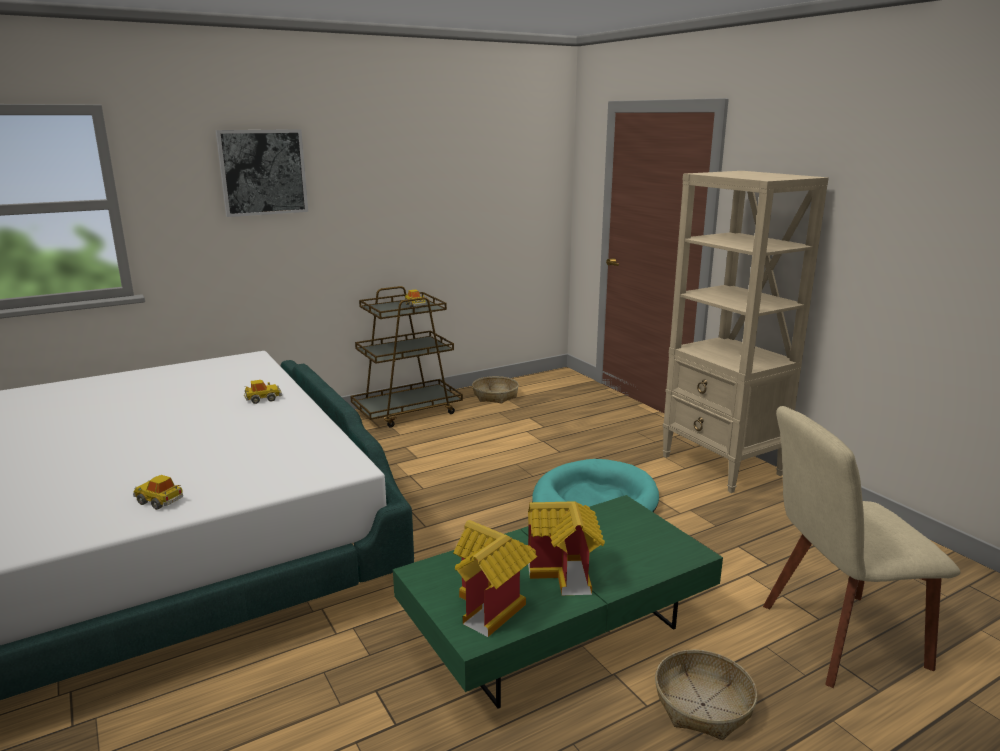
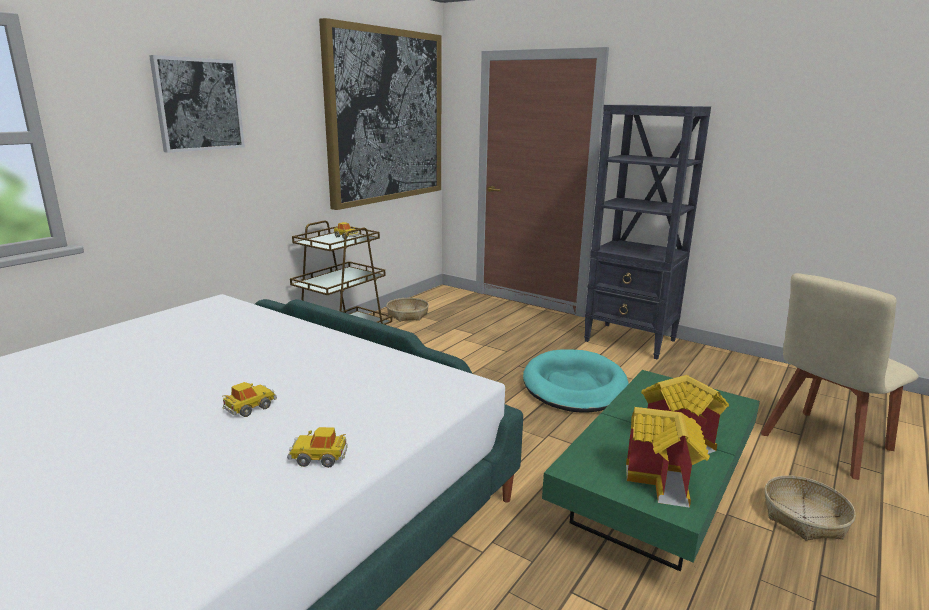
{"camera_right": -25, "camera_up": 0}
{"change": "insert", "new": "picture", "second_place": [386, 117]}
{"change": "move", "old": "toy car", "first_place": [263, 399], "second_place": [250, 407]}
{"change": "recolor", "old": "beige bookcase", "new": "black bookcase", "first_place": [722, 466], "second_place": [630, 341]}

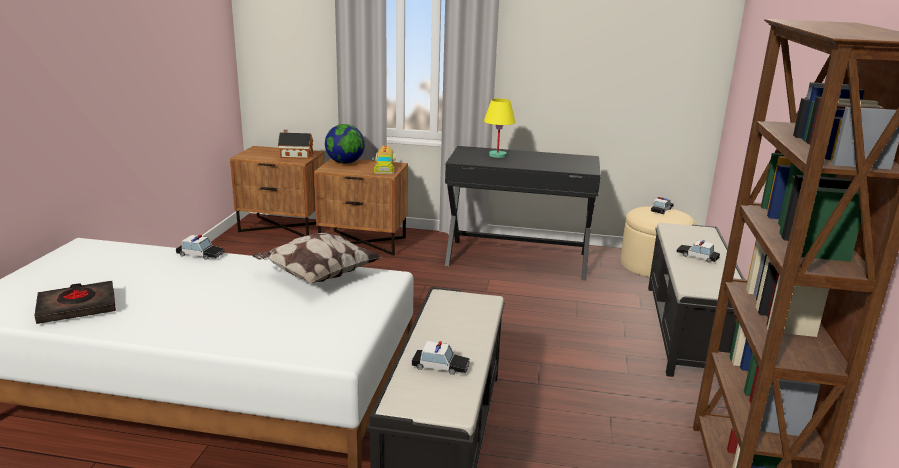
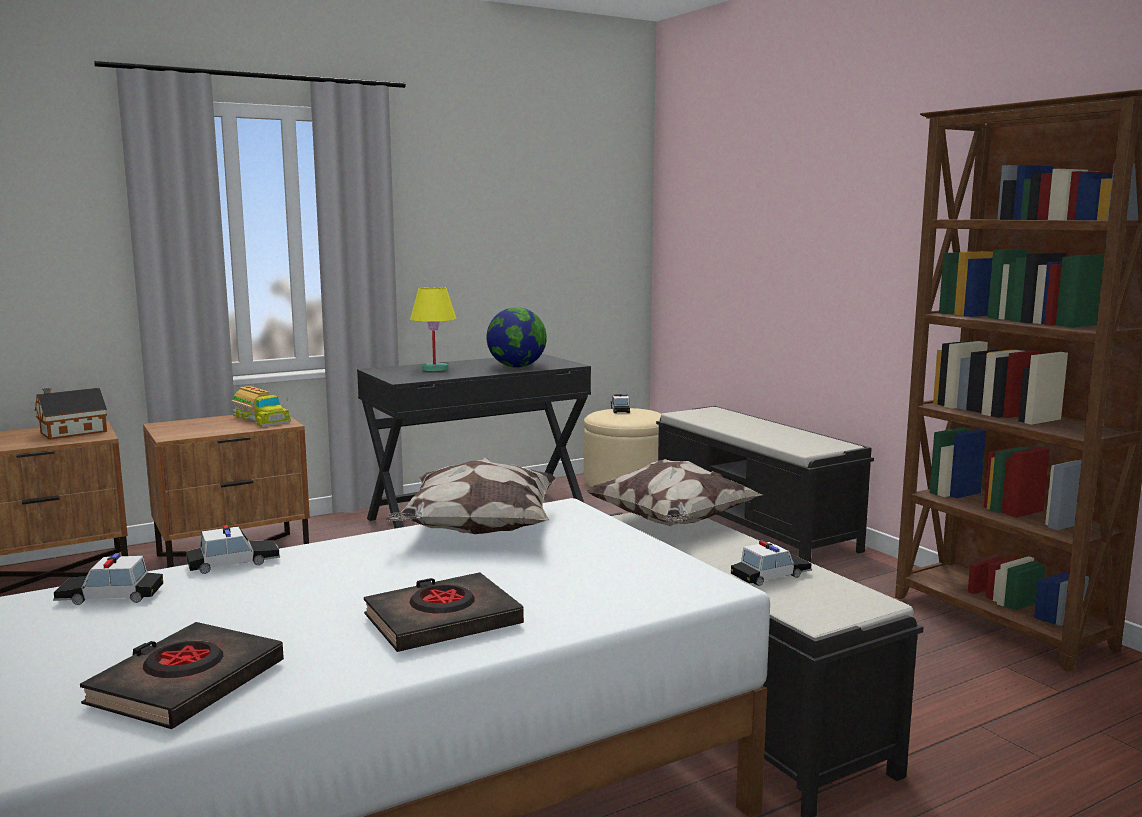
{"camera_right": -40, "camera_up": -10}
{"change": "insert", "new": "black book", "second_place": [442, 621]}
{"change": "insert", "new": "pillow", "second_place": [672, 523]}
{"change": "move", "old": "globe", "first_place": [345, 163], "second_place": [516, 367]}
{"change": "move", "old": "toy car", "first_place": [697, 256], "second_place": [109, 596]}

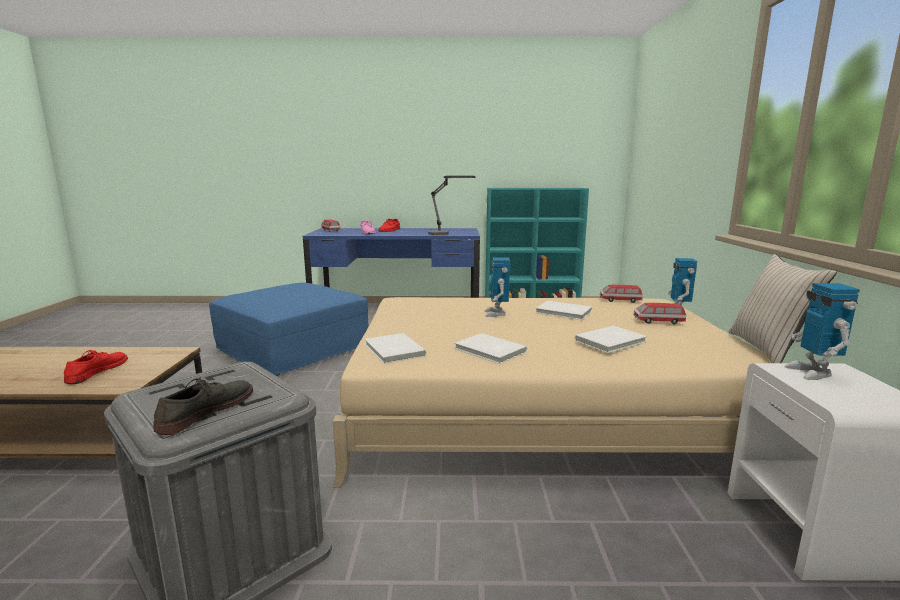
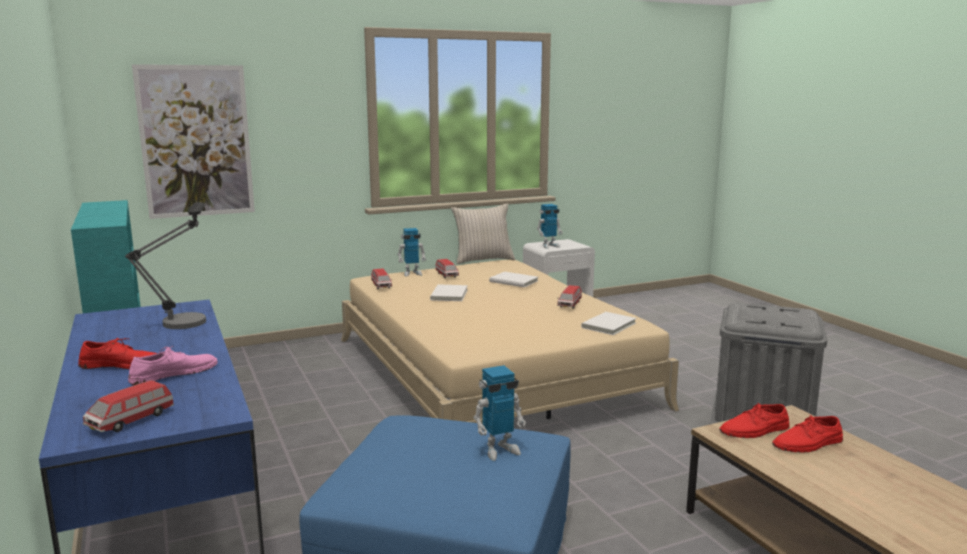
{"camera_right": -115, "camera_up": 0}
{"change": "delete", "old": "grey shoe", "first_place": [206, 410]}
{"change": "insert", "new": "picture", "second_place": [196, 141]}
{"change": "insert", "new": "red shoe", "second_place": [755, 430]}
{"change": "move", "old": "toy robot", "first_place": [496, 314], "second_place": [499, 450]}
{"change": "replace", "old": "white book", "new": "toy car", "first_place": [489, 351], "second_place": [569, 304]}

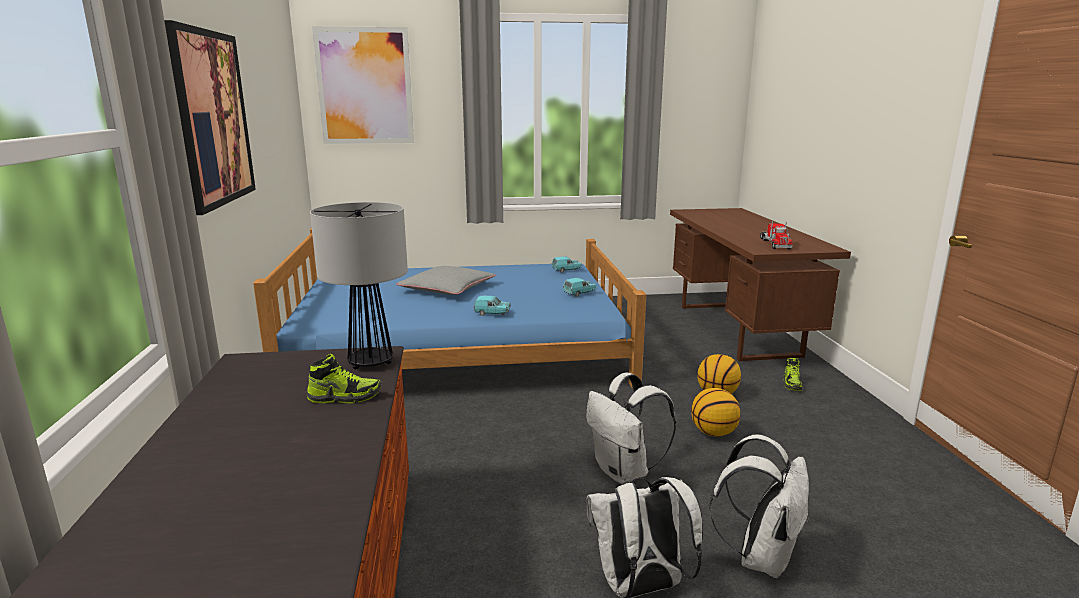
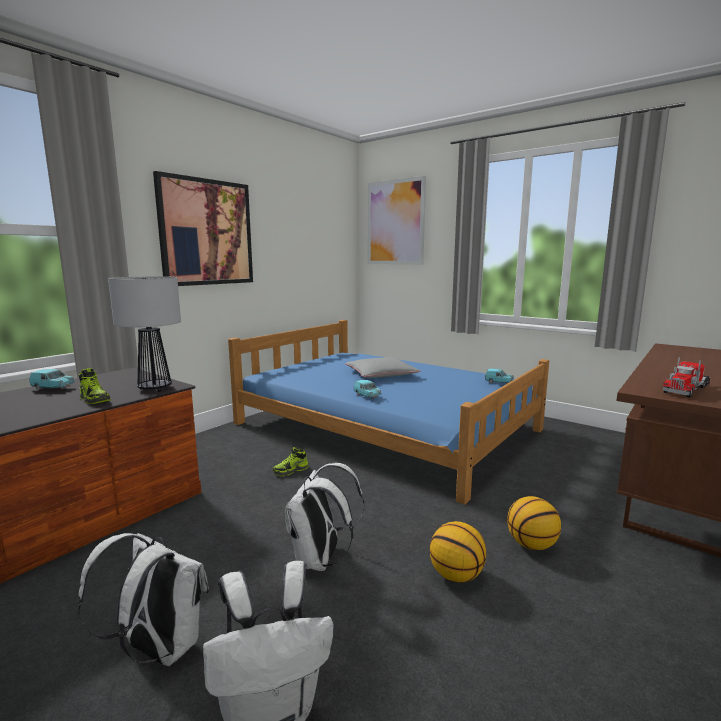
{"camera_right": 45, "camera_up": -5}
{"change": "move", "old": "turquoise toy car", "first_place": [579, 293], "second_place": [53, 388]}
{"change": "move", "old": "shoe", "first_place": [792, 384], "second_place": [291, 471]}

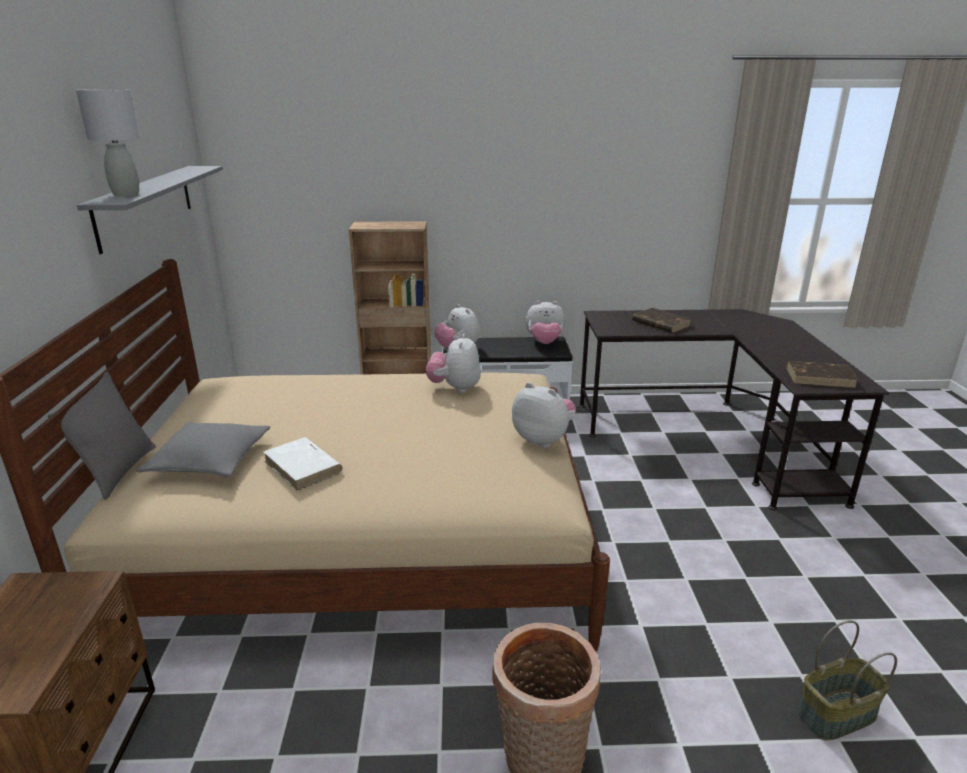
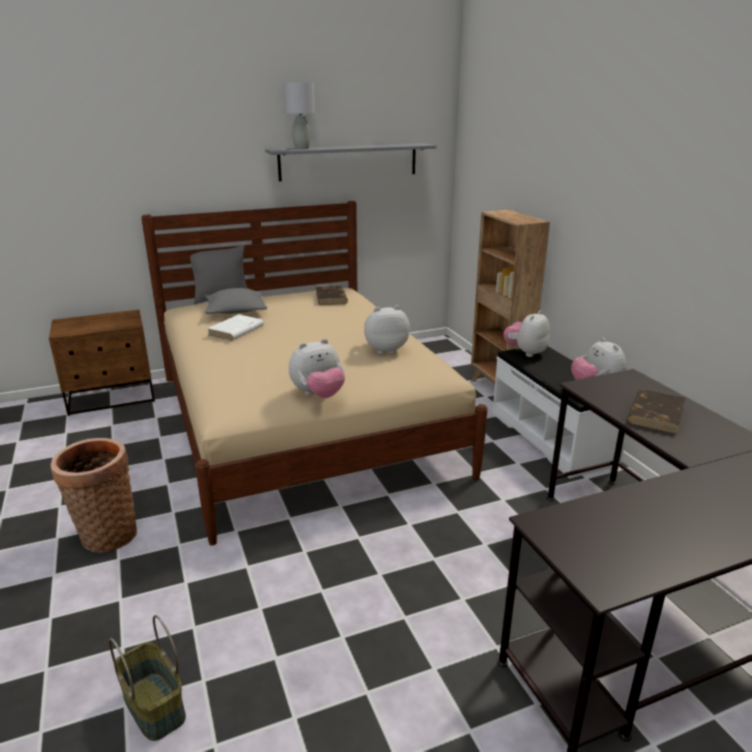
{"camera_right": 70, "camera_up": 0}
{"change": "move", "old": "brown book", "first_place": [820, 377], "second_place": [331, 298]}
{"change": "rotate", "old": "plush toy", "first_place": [543, 439], "second_place": [318, 395], "degrees": 45}

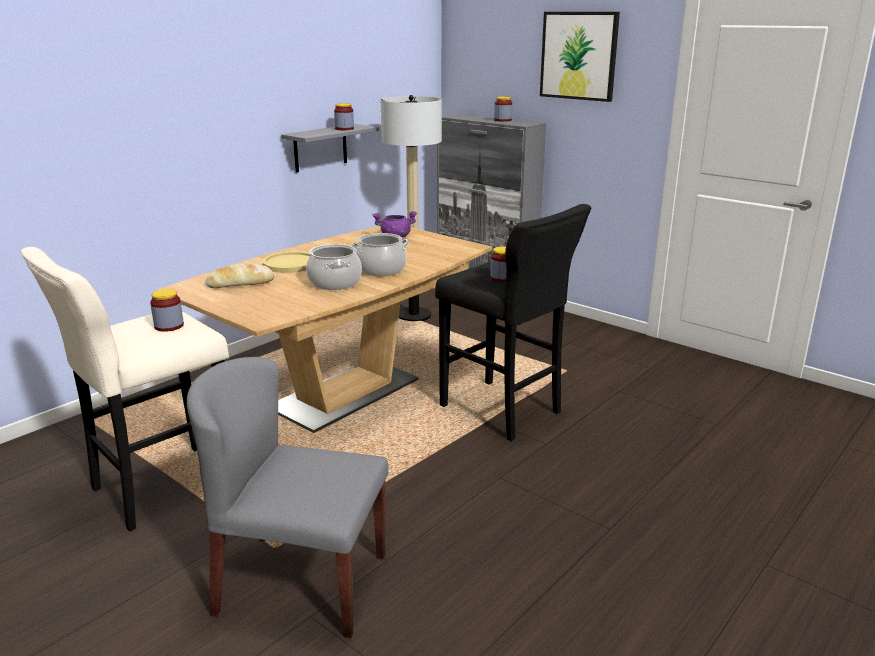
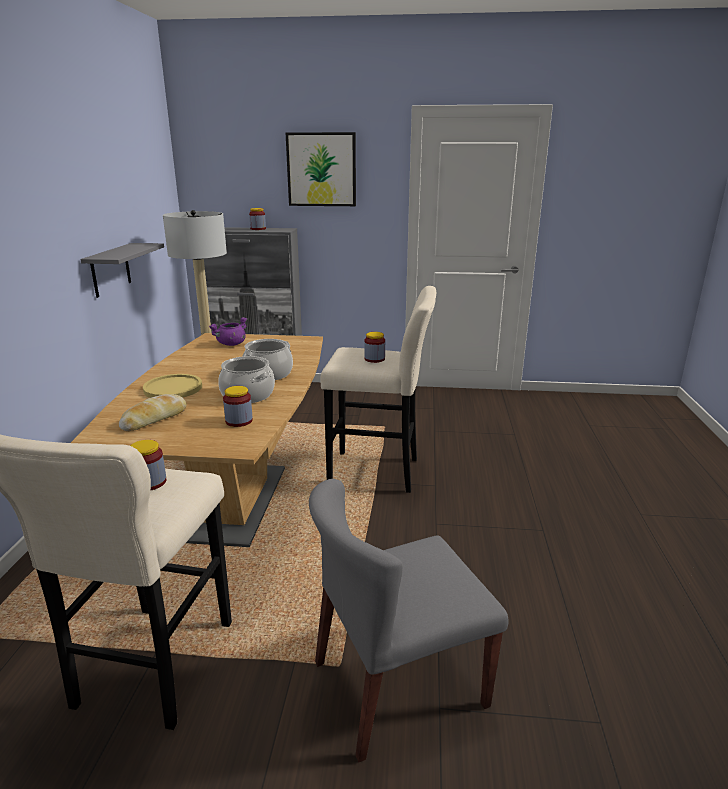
{"camera_right": -35, "camera_up": 0}
{"change": "move", "old": "jar", "first_place": [344, 129], "second_place": [239, 421]}
{"change": "recolor", "old": "black stool", "new": "beige stool", "first_place": [504, 412], "second_place": [379, 472]}

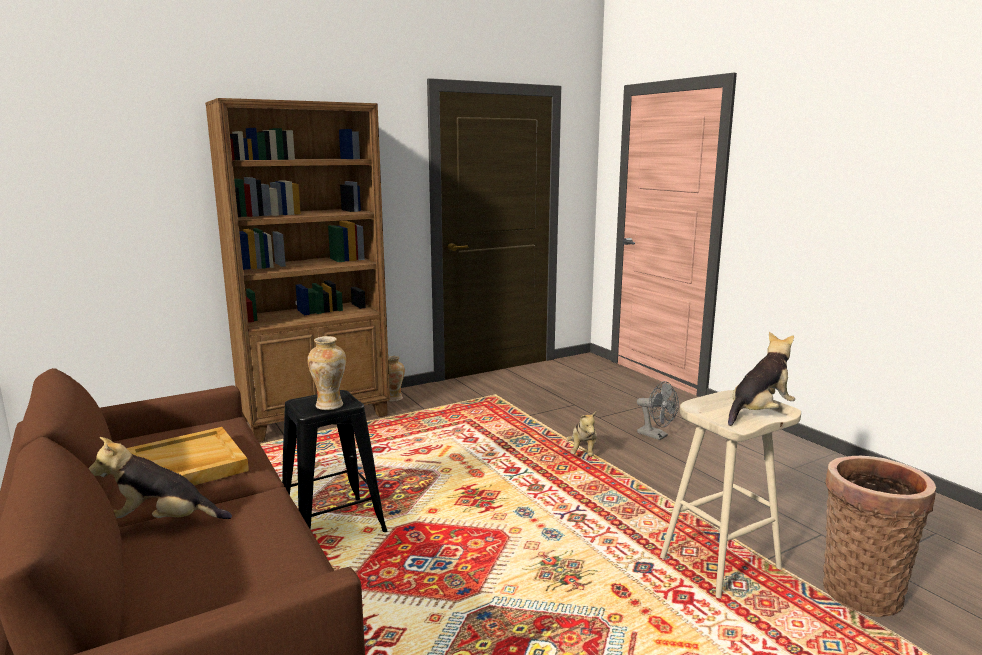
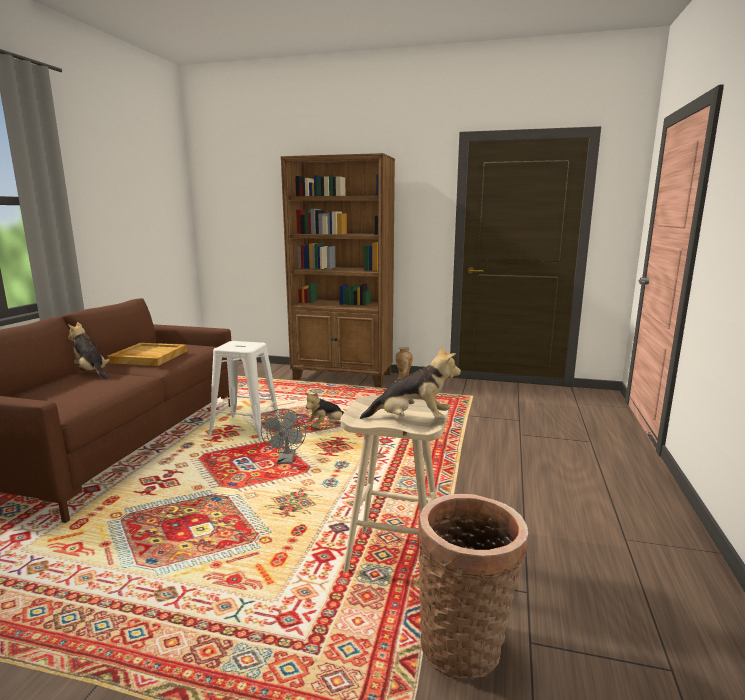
{"camera_right": 45, "camera_up": 0}
{"change": "delete", "old": "vase", "first_place": [330, 405]}
{"change": "move", "old": "plush toy", "first_place": [583, 452], "second_place": [326, 426]}
{"change": "move", "old": "grey fan", "first_place": [656, 436], "second_place": [286, 460]}
{"change": "recolor", "old": "black stool", "new": "white stool", "first_place": [332, 527], "second_place": [245, 428]}

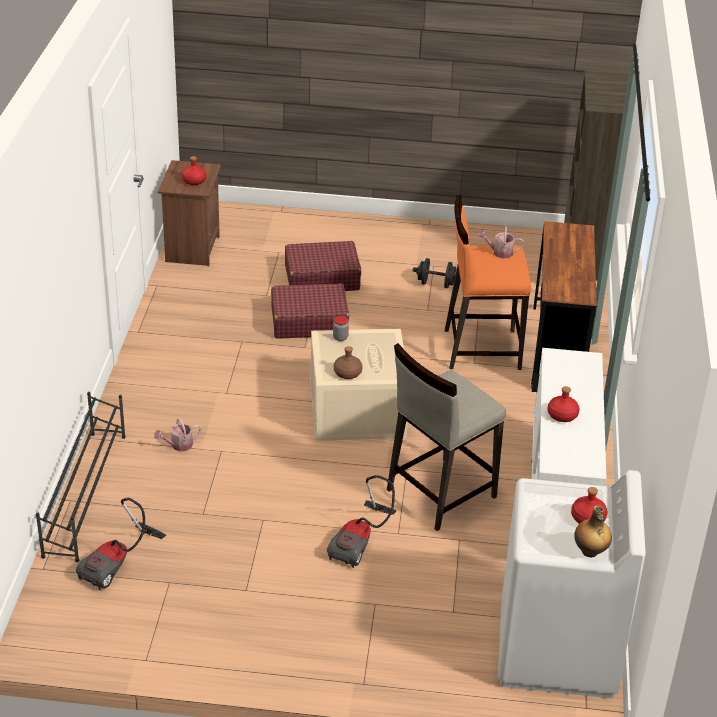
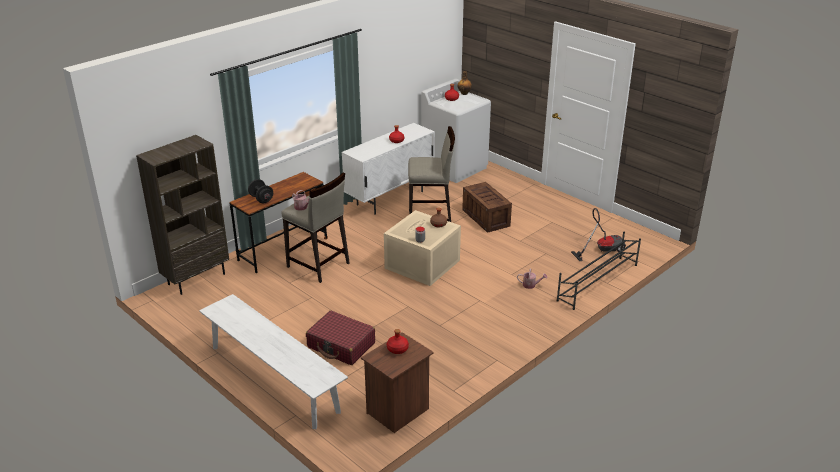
{"camera_right": -140, "camera_up": -5}
{"change": "delete", "old": "red suitcase", "first_place": [308, 321]}
{"change": "insert", "new": "white bench", "second_place": [273, 378]}
{"change": "move", "old": "black dumbbell", "first_place": [436, 284], "second_place": [261, 199]}
{"change": "replace", "old": "vacuum cleaner", "new": "crate", "first_place": [361, 542], "second_place": [486, 218]}
{"change": "recolor", "old": "orange stool", "new": "beige stool", "first_place": [481, 349], "second_place": [318, 265]}

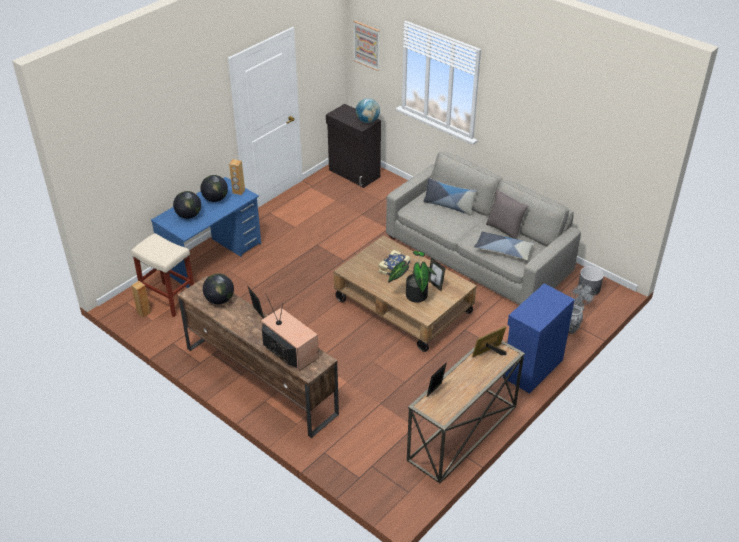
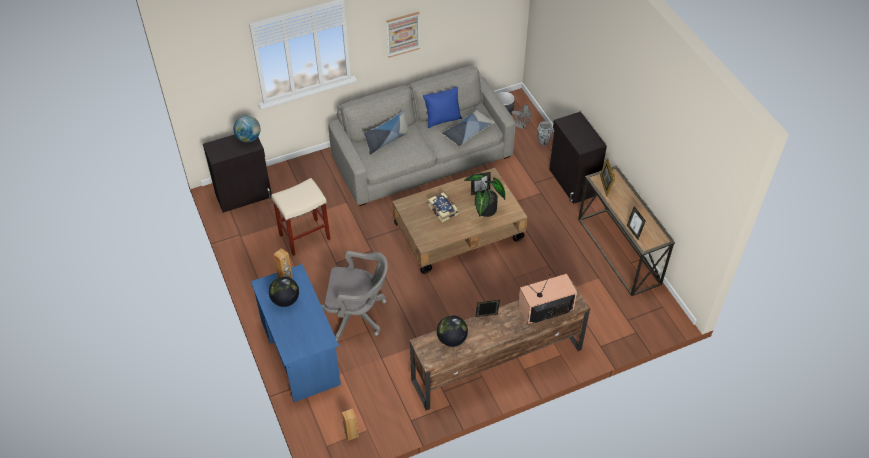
{"camera_right": -65, "camera_up": 10}
{"change": "delete", "old": "globe", "first_place": [189, 215]}
{"change": "insert", "new": "grey office chair", "second_place": [357, 315]}
{"change": "move", "old": "beige stool", "first_place": [168, 299], "second_place": [304, 237]}
{"change": "move", "old": "picture", "first_place": [367, 45], "second_place": [403, 34]}
{"change": "recolor", "old": "grey pillow", "new": "blue pillow", "first_place": [504, 230], "second_place": [442, 120]}
{"change": "recolor", "old": "blue cabinet", "new": "black cabinet", "first_place": [531, 368], "second_place": [572, 183]}

